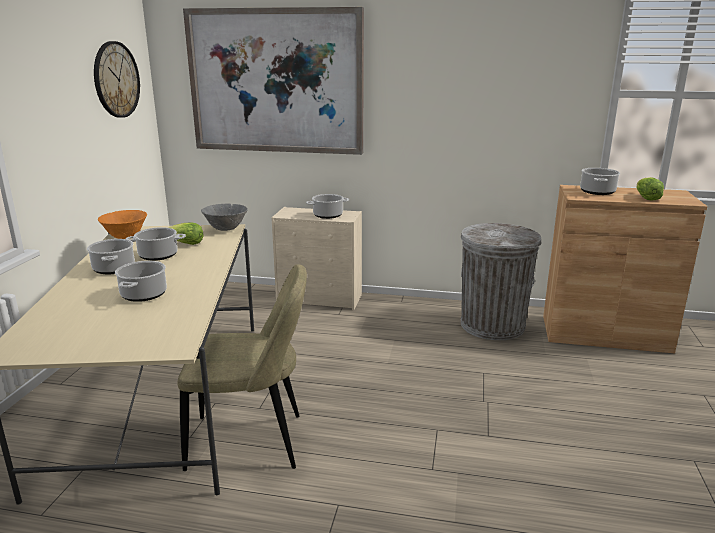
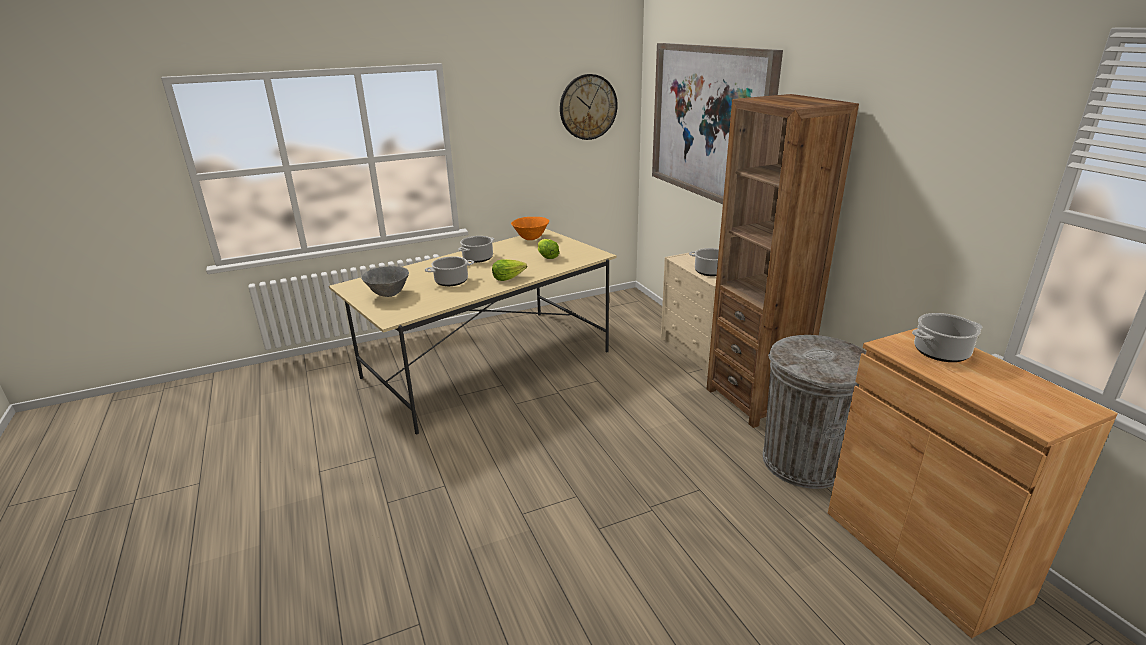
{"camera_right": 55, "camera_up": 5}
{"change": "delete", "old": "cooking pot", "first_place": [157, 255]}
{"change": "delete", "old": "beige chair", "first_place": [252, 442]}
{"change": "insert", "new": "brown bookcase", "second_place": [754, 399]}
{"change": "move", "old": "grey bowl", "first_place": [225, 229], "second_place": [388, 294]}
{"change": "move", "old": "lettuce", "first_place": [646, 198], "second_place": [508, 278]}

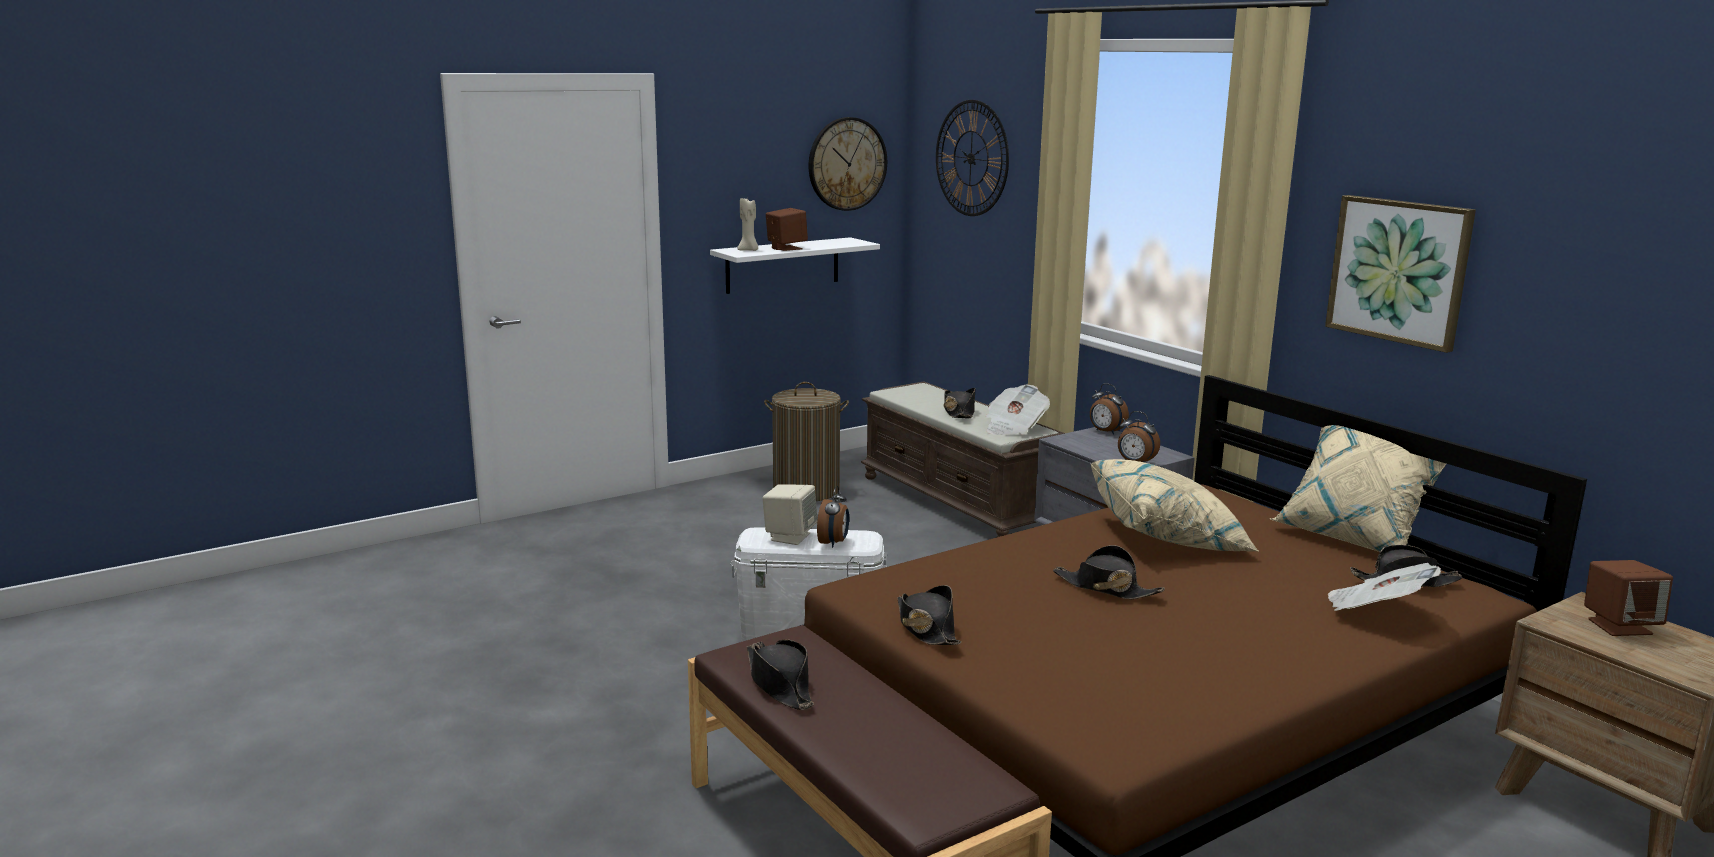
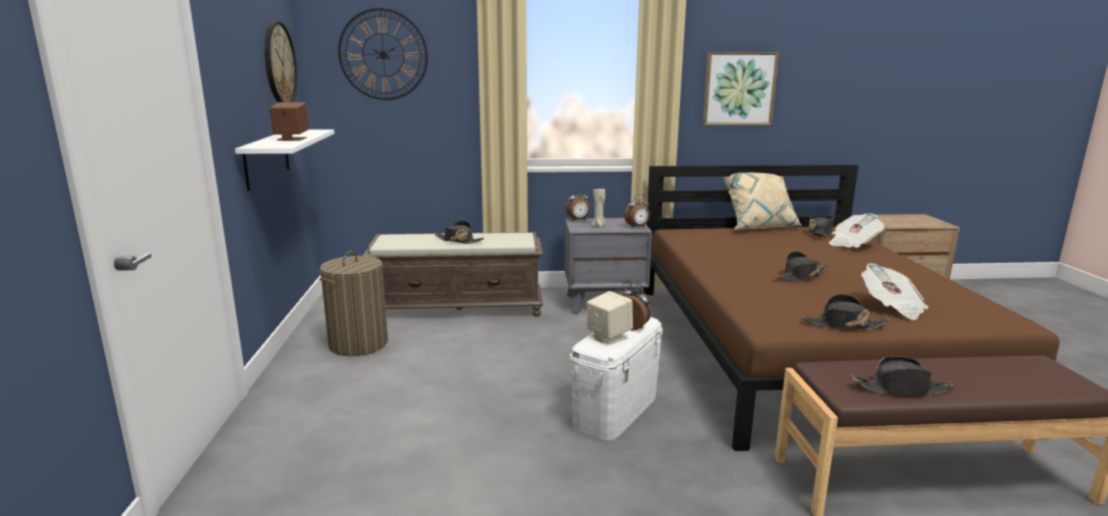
{"camera_right": -60, "camera_up": 0}
{"change": "delete", "old": "beige pillow", "first_place": [1168, 537]}
{"change": "delete", "old": "brown speaker", "first_place": [1619, 626]}
{"change": "move", "old": "beige candle", "first_place": [749, 250], "second_place": [598, 226]}
{"change": "move", "old": "newspaper", "first_place": [1013, 428], "second_place": [892, 307]}

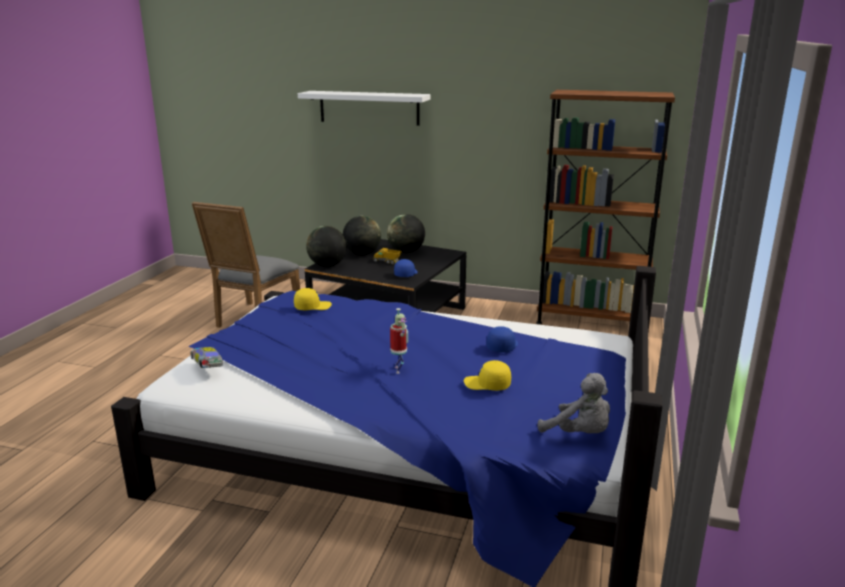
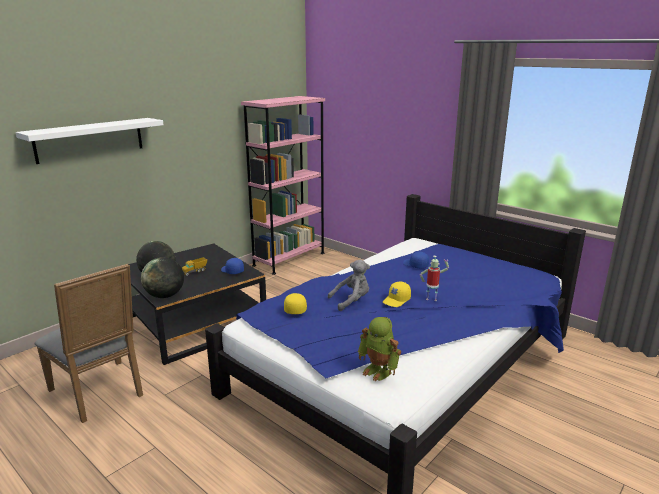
{"camera_right": -65, "camera_up": 0}
{"change": "delete", "old": "globe", "first_place": [406, 251]}
{"change": "move", "old": "yellow cap", "first_place": [487, 385], "second_place": [397, 300]}
{"change": "move", "old": "grey plush toy", "first_place": [579, 434], "second_place": [351, 301]}
{"change": "replace", "old": "toy car", "new": "toy robot", "first_place": [208, 365], "second_place": [379, 371]}
{"change": "recolor", "old": "brown bookcase", "new": "pink bookcase", "first_place": [590, 321], "second_place": [289, 259]}

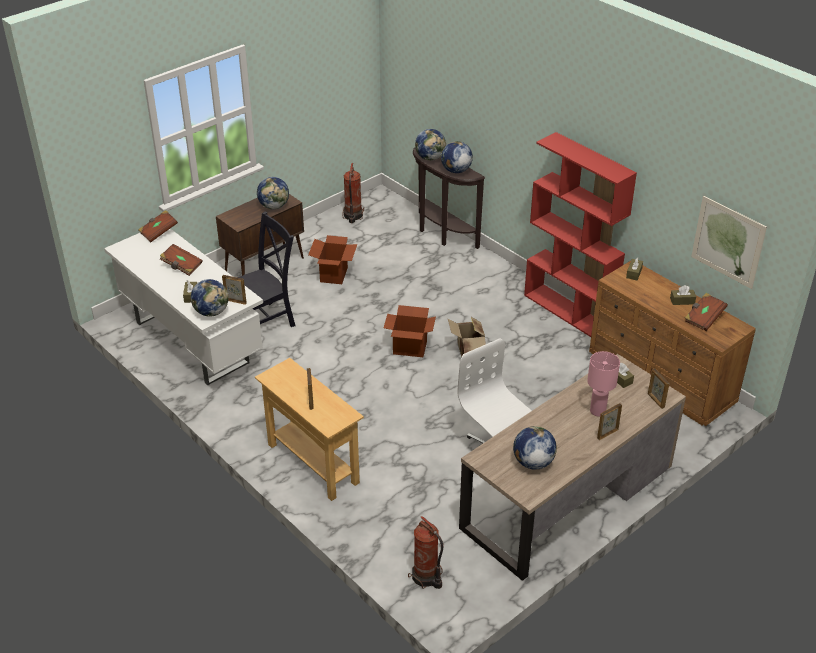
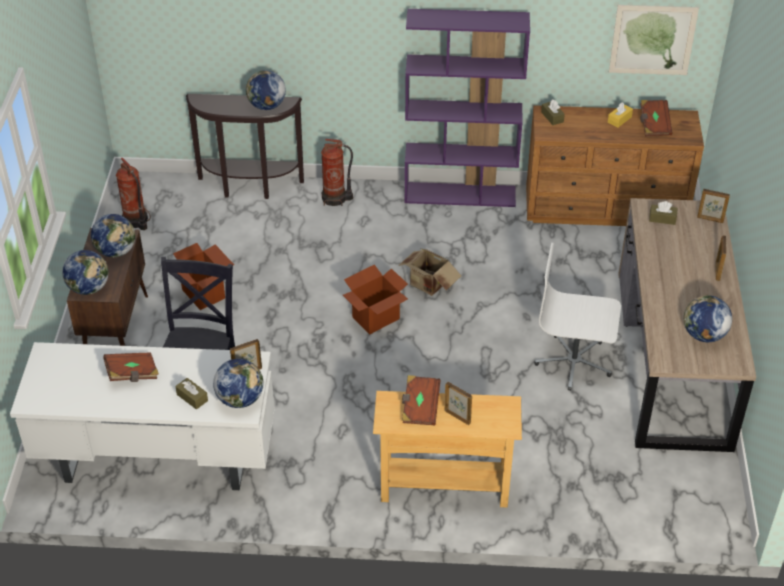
{"camera_right": -45, "camera_up": 5}
{"change": "delete", "old": "pink table lamp", "first_place": [597, 411]}
{"change": "move", "old": "brown book", "first_place": [158, 232], "second_place": [420, 407]}
{"change": "move", "old": "fire extinguisher", "first_place": [426, 577], "second_place": [335, 199]}
{"change": "move", "old": "globe", "first_place": [430, 158], "second_place": [89, 288]}
{"change": "recolor", "old": "red bookcase", "new": "purple bookcase", "first_place": [569, 311], "second_place": [460, 194]}
{"change": "recolor", "old": "brown tissue box", "new": "yellow tissue box", "first_place": [682, 301], "second_place": [619, 120]}

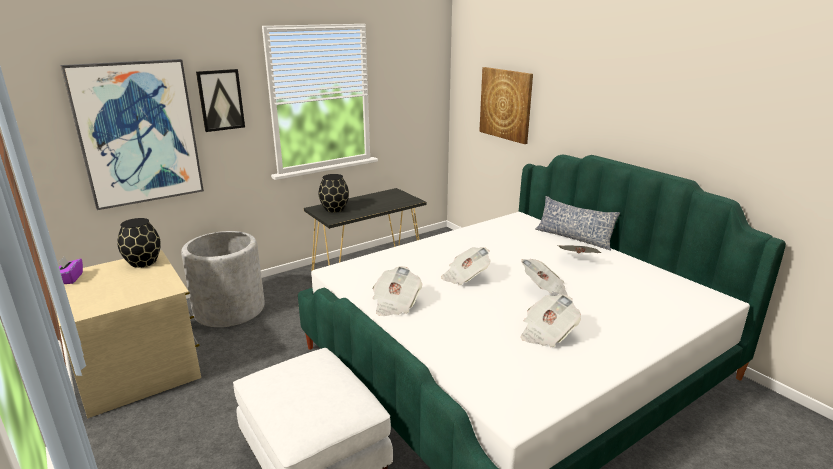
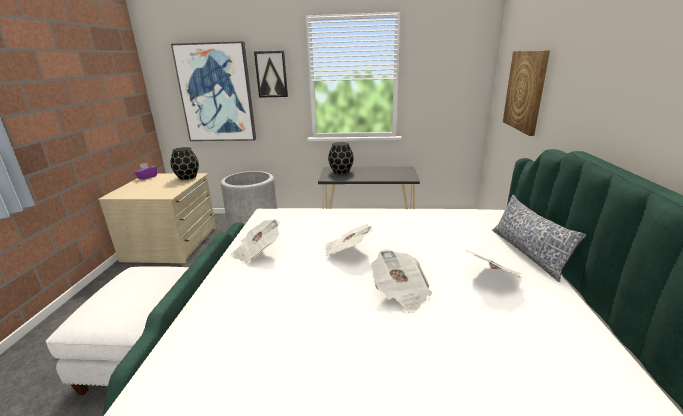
{"camera_right": 40, "camera_up": 0}
{"change": "delete", "old": "newspaper", "first_place": [547, 333]}

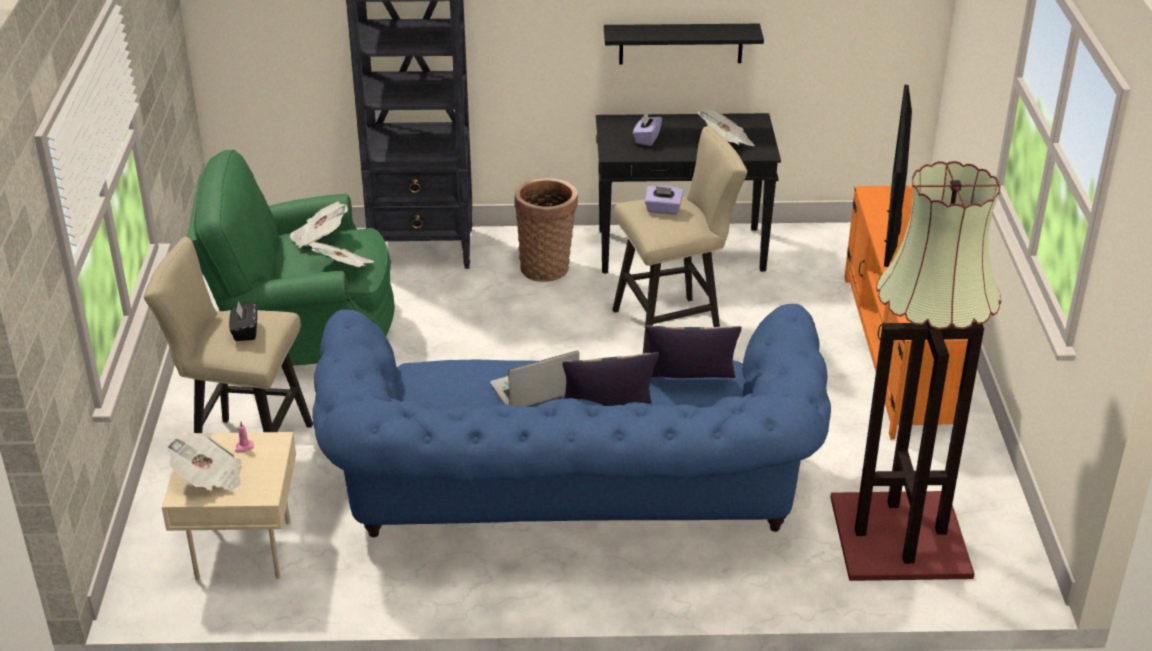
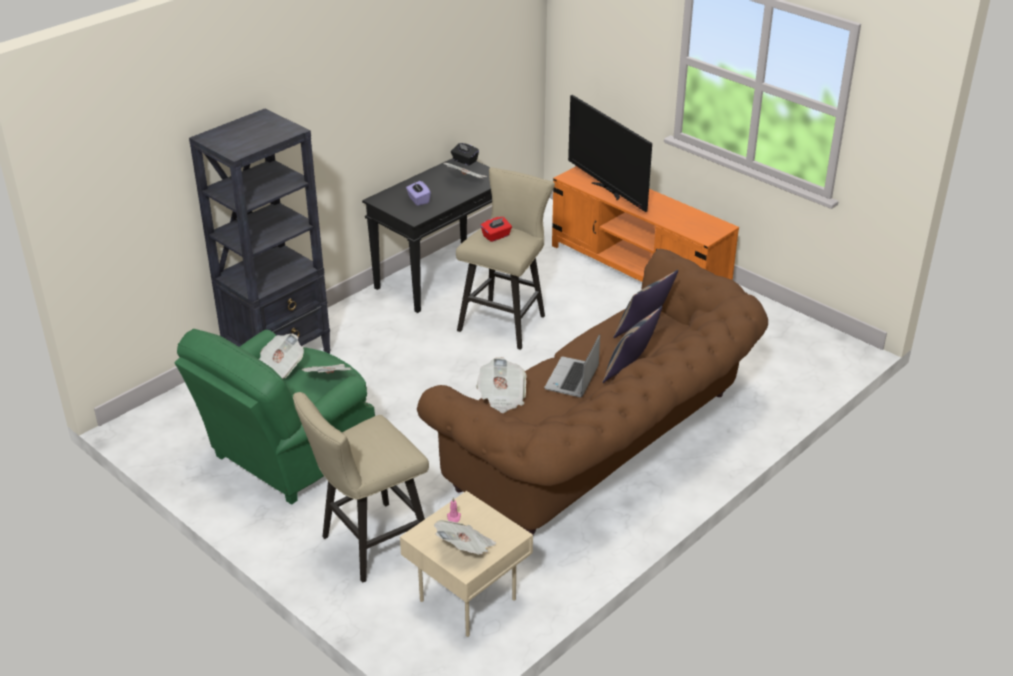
{"camera_right": -45, "camera_up": 0}
{"change": "delete", "old": "basket", "first_place": [546, 267]}
{"change": "delete", "old": "black shelf", "first_place": [681, 43]}
{"change": "delete", "old": "floor lamp", "first_place": [898, 538]}
{"change": "insert", "new": "newspaper", "second_place": [501, 397]}
{"change": "move", "old": "black tissue box", "first_place": [245, 331], "second_place": [464, 161]}
{"change": "recolor", "old": "blue sofa", "new": "brown sofa", "first_place": [571, 505], "second_place": [606, 449]}
{"change": "recolor", "old": "purple tissue box", "new": "red tissue box", "first_place": [663, 209], "second_place": [496, 236]}

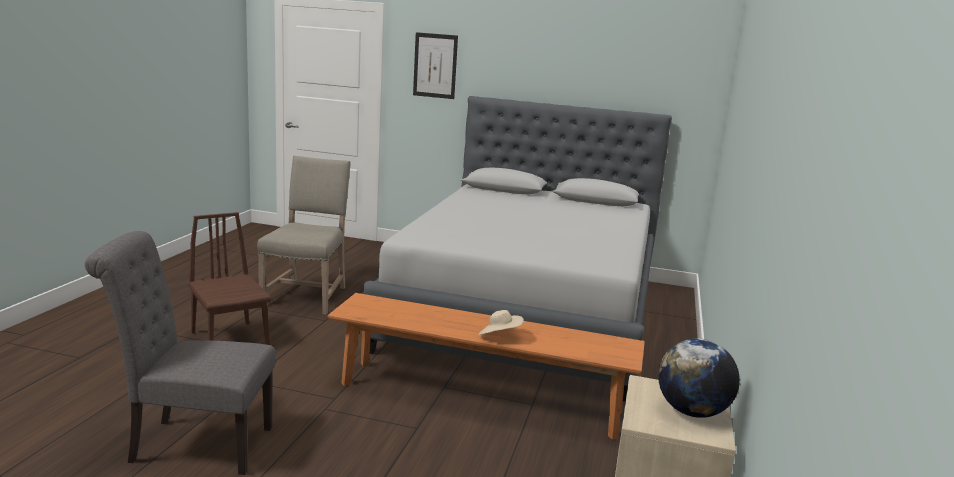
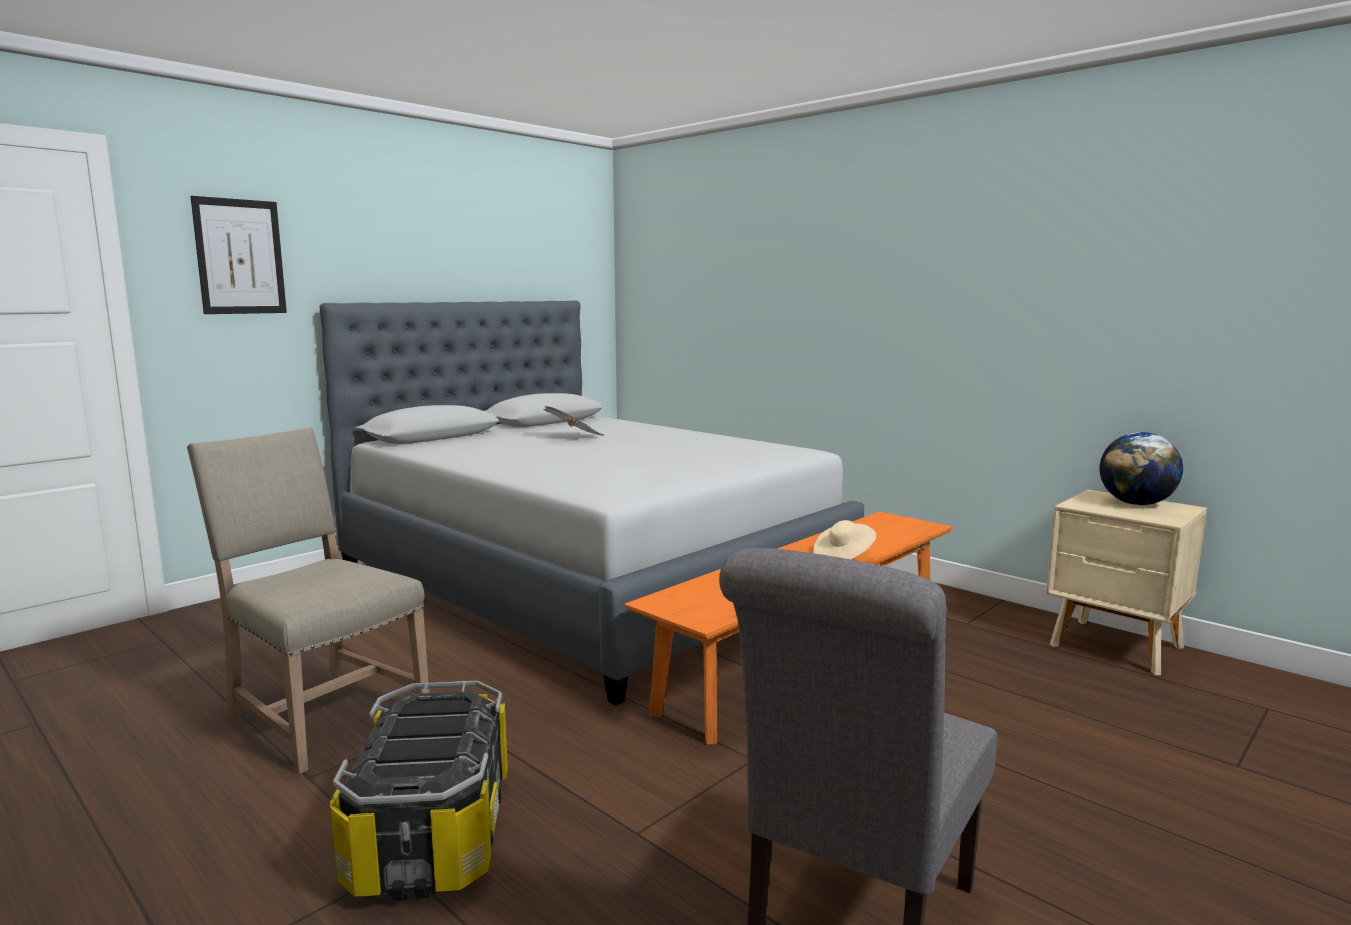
{"camera_right": -60, "camera_up": -5}
{"change": "insert", "new": "newspaper", "second_place": [574, 437]}
{"change": "replace", "old": "brown chair", "new": "storage box", "first_place": [230, 340], "second_place": [430, 833]}

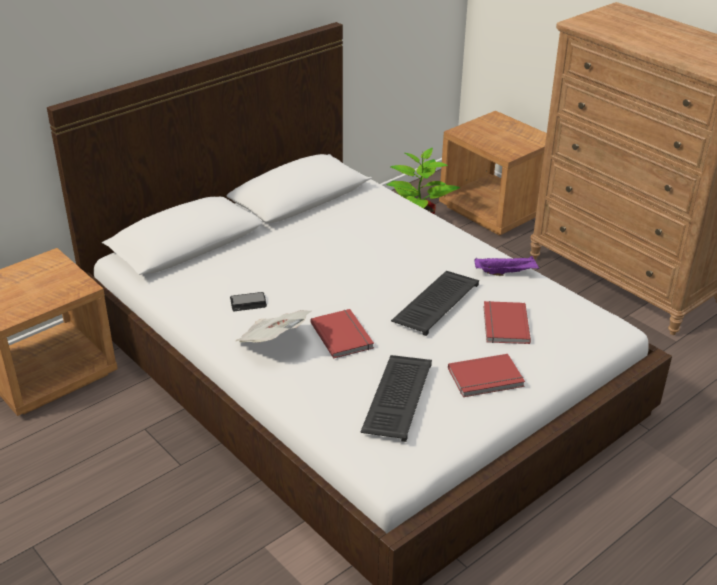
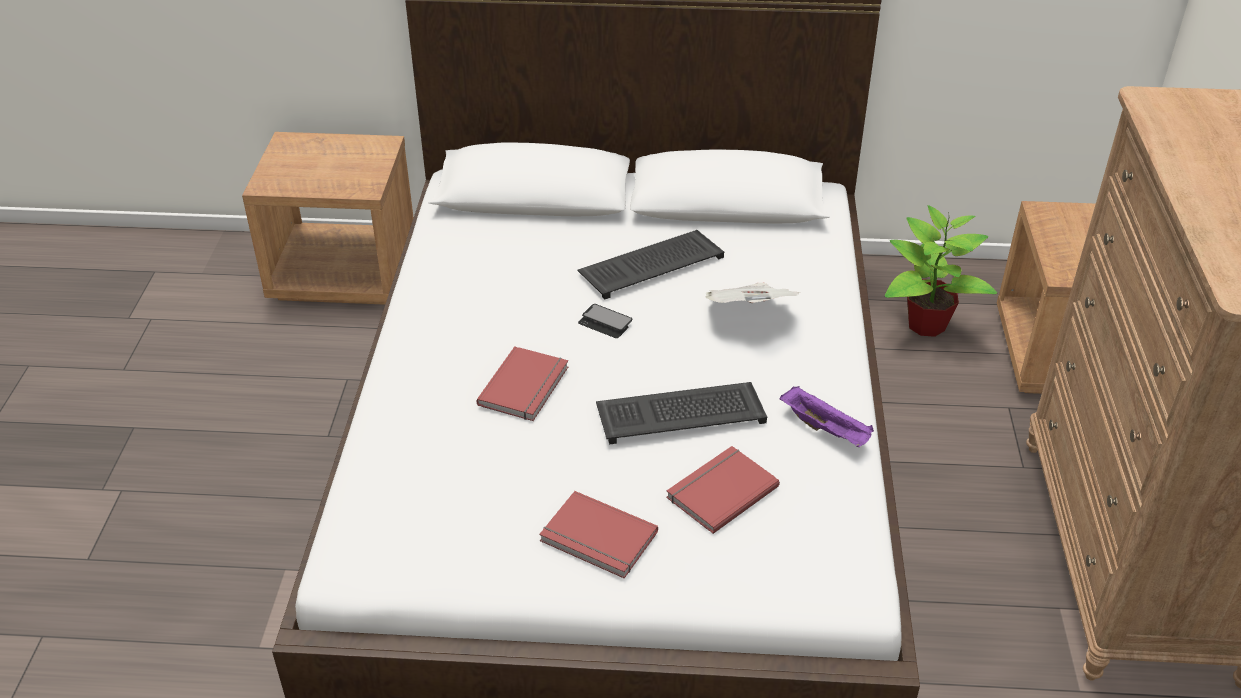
{"camera_right": 45, "camera_up": 5}
{"change": "move", "old": "phone", "first_place": [248, 303], "second_place": [605, 322]}
{"change": "move", "old": "newspaper", "first_place": [273, 342], "second_place": [750, 314]}
{"change": "move", "old": "keyboard", "first_place": [396, 397], "second_place": [652, 264]}

